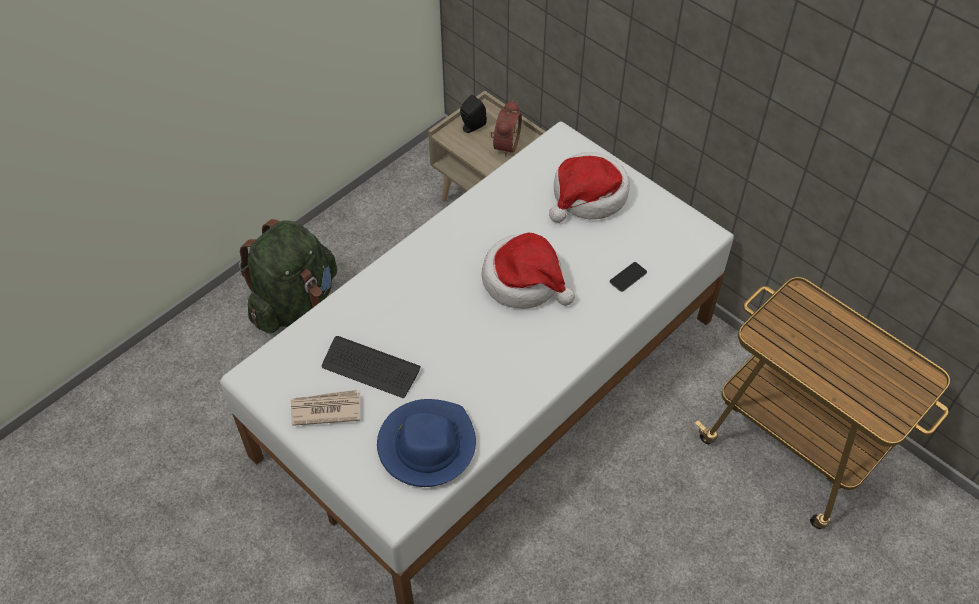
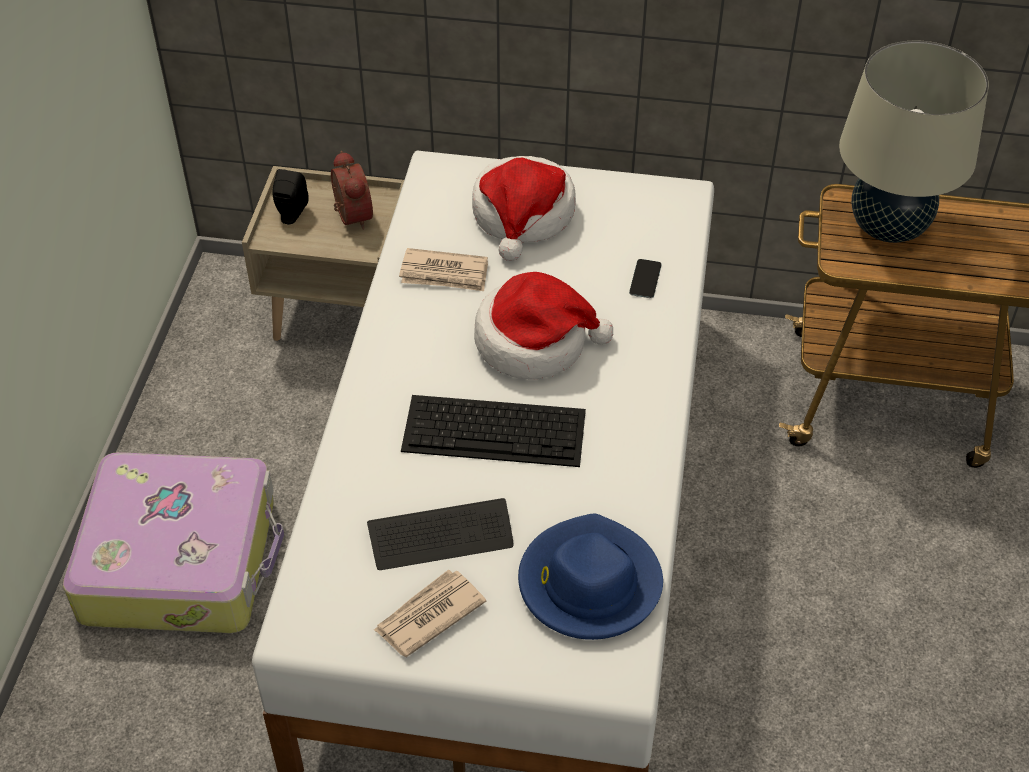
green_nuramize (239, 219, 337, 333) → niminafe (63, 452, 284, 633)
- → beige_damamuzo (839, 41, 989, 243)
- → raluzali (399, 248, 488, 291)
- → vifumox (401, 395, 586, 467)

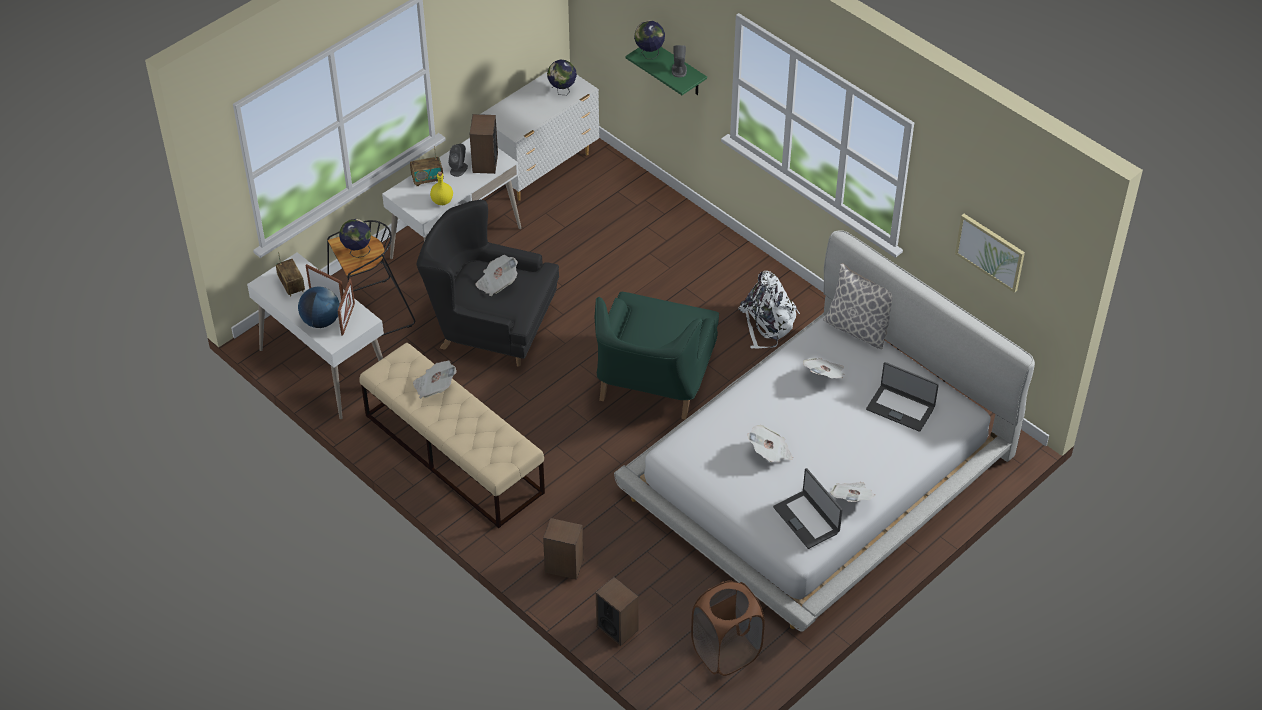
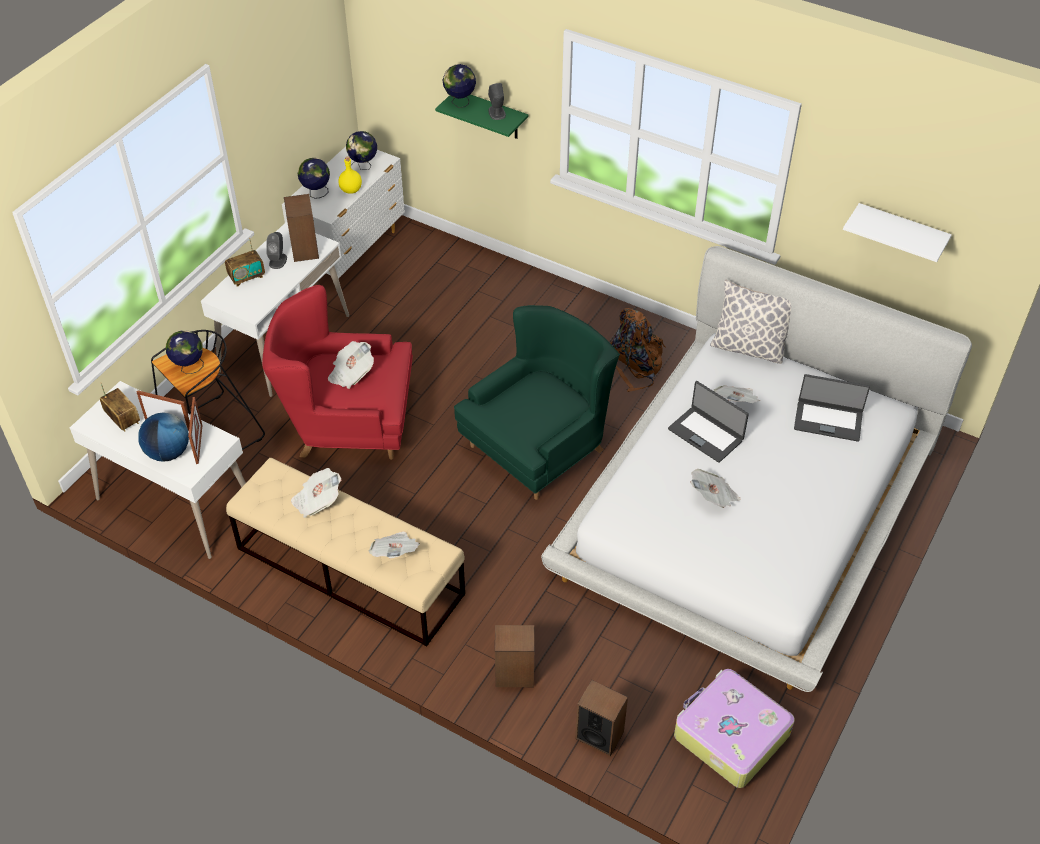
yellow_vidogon (430, 171, 453, 205) → yellow_vidogon (339, 156, 362, 194), shifted
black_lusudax (417, 200, 559, 367) → red_lusudax (262, 285, 413, 460)
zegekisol (955, 214, 1025, 293) → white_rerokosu (843, 203, 952, 262)
white_nuramize (738, 271, 800, 349) → brown_nuramize (610, 308, 666, 392)
green_lusudax (595, 292, 719, 419) → green_lusudax (454, 305, 620, 500), 135 degrees counterclockwise
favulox (773, 468, 843, 549) → favulox (668, 381, 749, 463), shifted
raluzali (831, 482, 875, 502) → raluzali (369, 531, 420, 559), shifted
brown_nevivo (691, 580, 765, 676) → niminafe (674, 669, 795, 788)
- → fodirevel (298, 158, 330, 199)

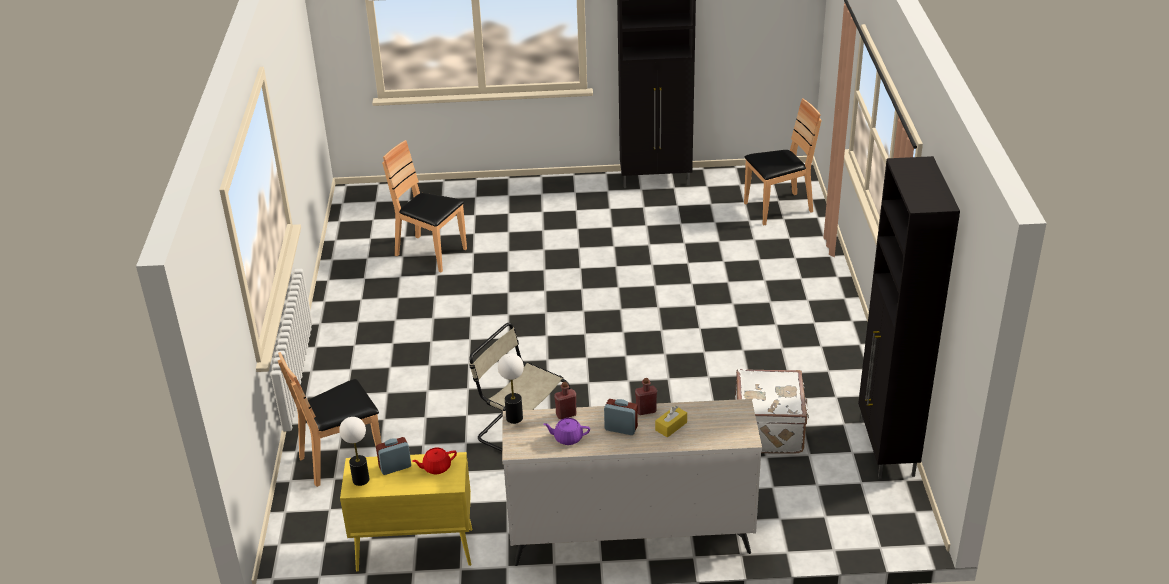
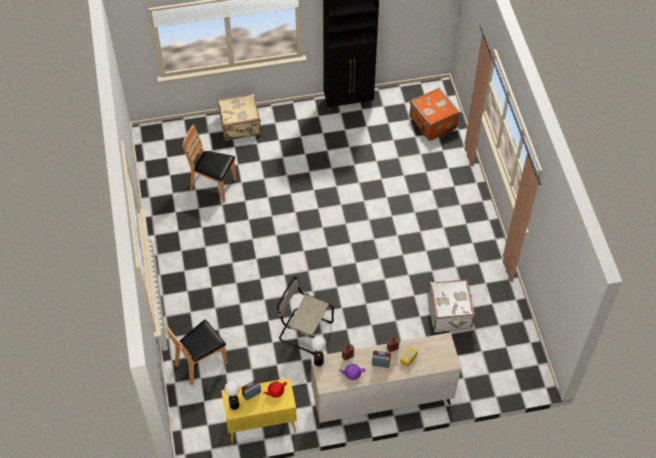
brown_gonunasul (744, 99, 822, 225) → orange_niminafe (409, 88, 460, 141)
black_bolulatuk (858, 156, 960, 479) → -
- → beige_niminafe (217, 93, 261, 141)

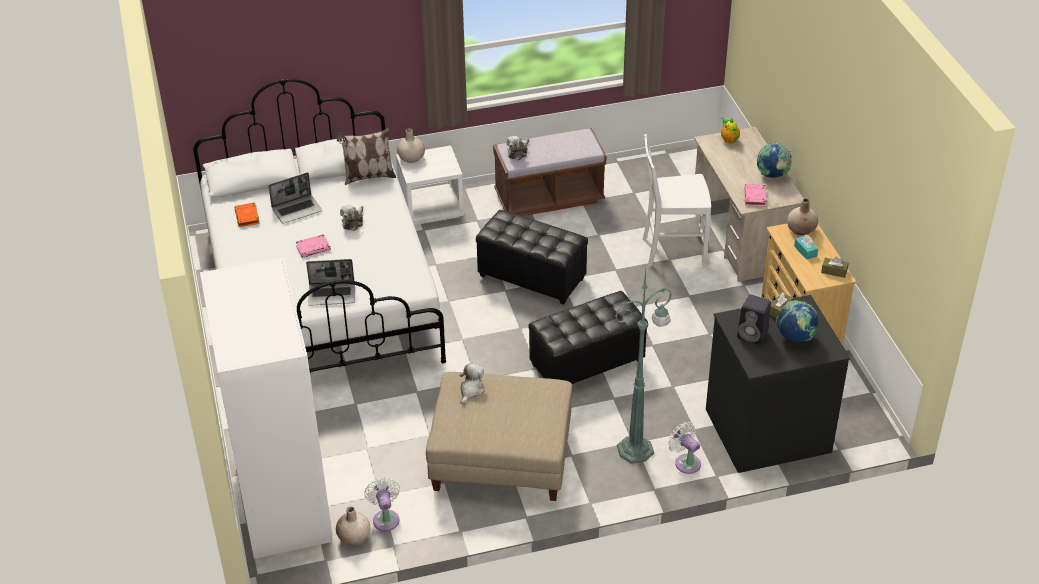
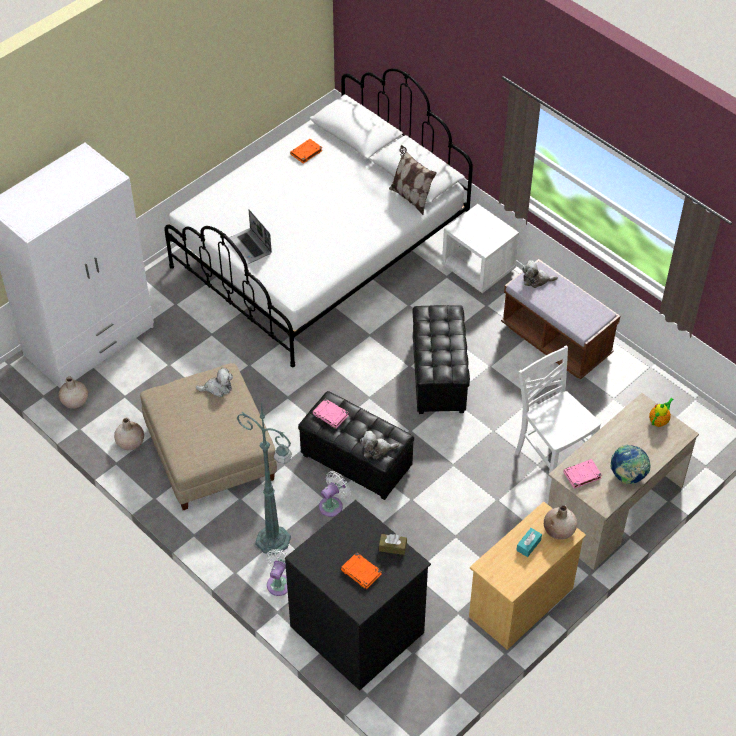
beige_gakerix (397, 128, 425, 163) → beige_gakerix (114, 418, 144, 450), shifted
favulox (268, 173, 322, 224) → -
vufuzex (340, 205, 364, 231) → vufuzex (360, 431, 399, 459), shifted
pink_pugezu (296, 234, 331, 258) → pink_pugezu (312, 398, 349, 428), shifted
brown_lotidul (821, 256, 849, 278) → -
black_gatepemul (737, 294, 771, 345) → -
fodirevel (776, 300, 818, 342) → orange_pugezu (340, 552, 382, 589)
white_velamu (364, 477, 400, 531) → white_velamu (319, 471, 351, 517), shifted

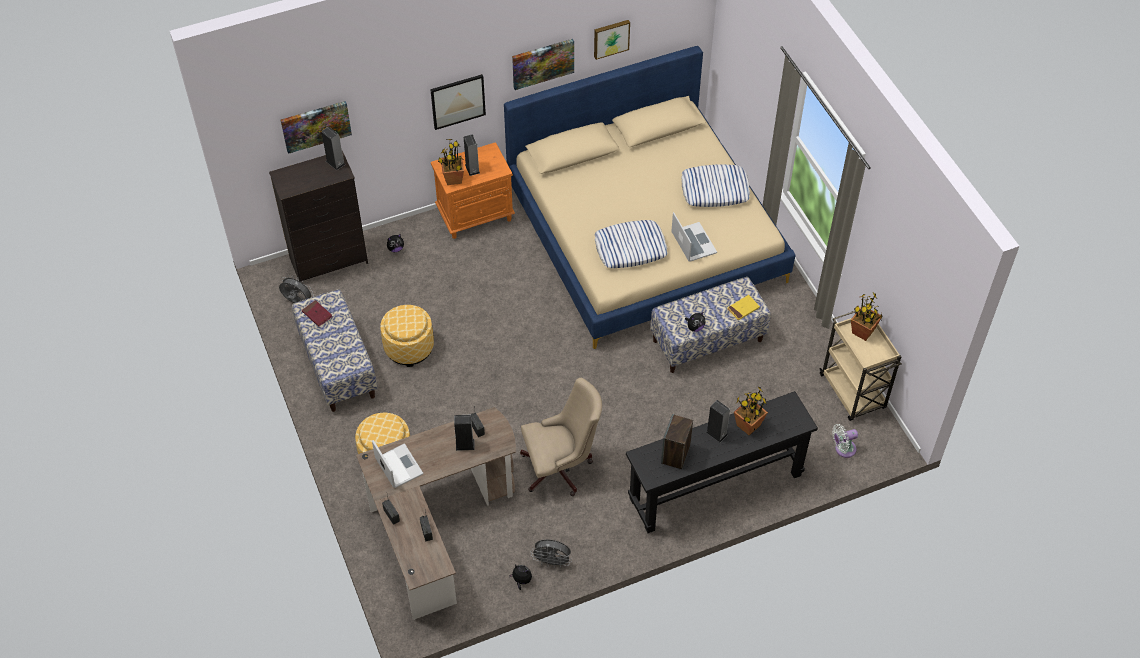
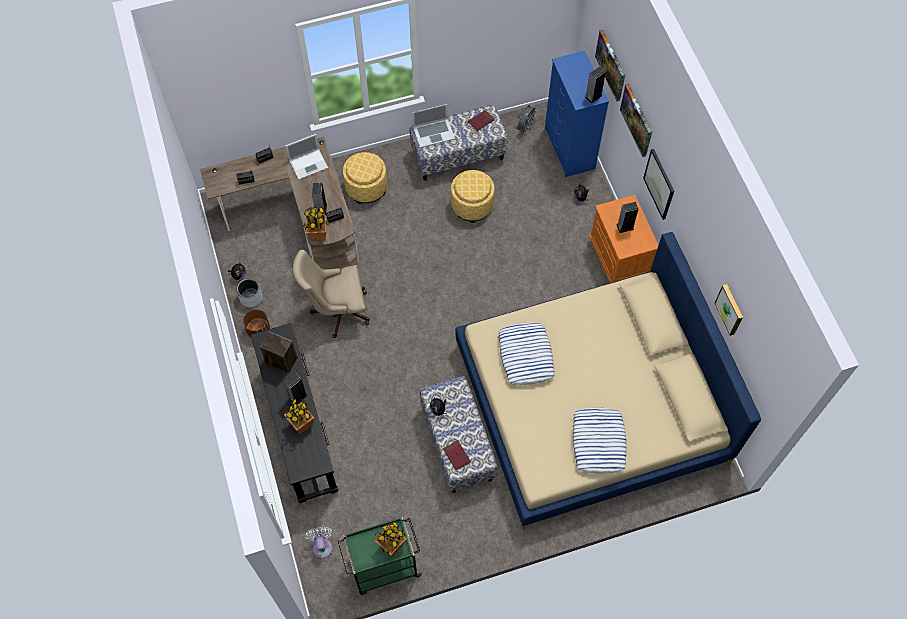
zegekisol (512, 39, 574, 90) → zegekisol (620, 84, 652, 157), shifted
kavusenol (438, 139, 464, 185) → kavusenol (303, 207, 327, 241), shifted
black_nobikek (269, 151, 368, 283) → blue_nobikek (545, 51, 609, 177)
favulox (671, 212, 717, 262) → favulox (412, 104, 455, 148), shifted
yellow_pugezu (727, 295, 760, 321) → red_pugezu (443, 440, 471, 470)
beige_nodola (819, 311, 902, 421) → green_nodola (338, 517, 423, 595)
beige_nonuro (520, 378, 602, 496) → beige_nonuro (293, 250, 370, 338), 90 degrees clockwise
grey_velamu (532, 539, 572, 568) → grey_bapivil (236, 278, 263, 307)
- → brown_bapivil (243, 309, 270, 337)

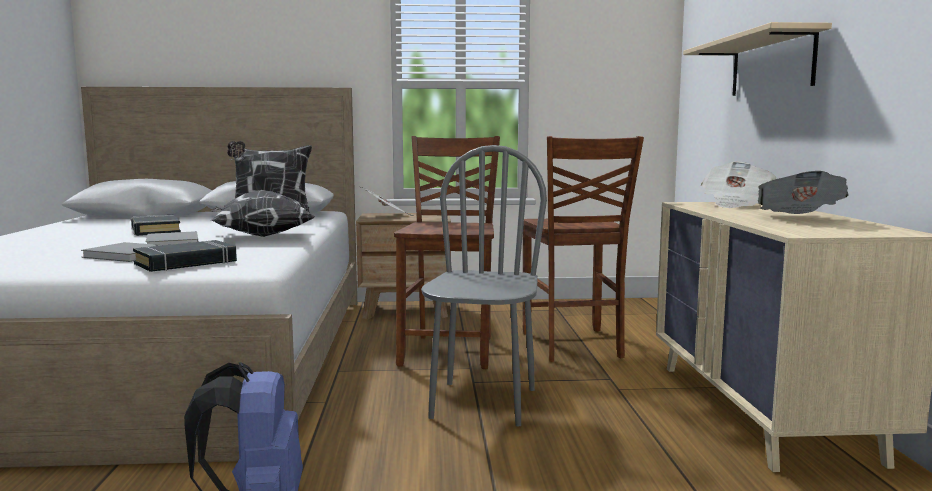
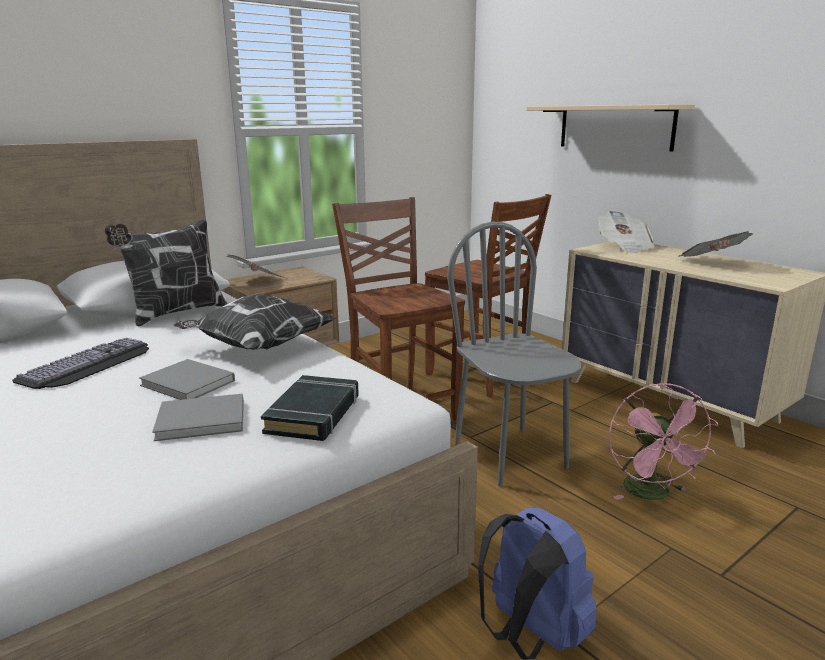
black_pugezu (131, 215, 181, 236) → vifumox (12, 338, 149, 389)
- → pink_velamu (609, 383, 718, 500)

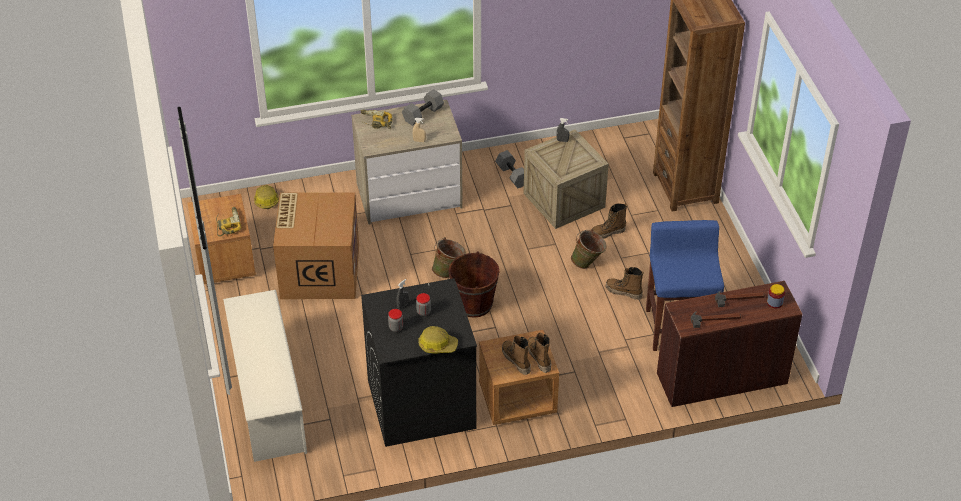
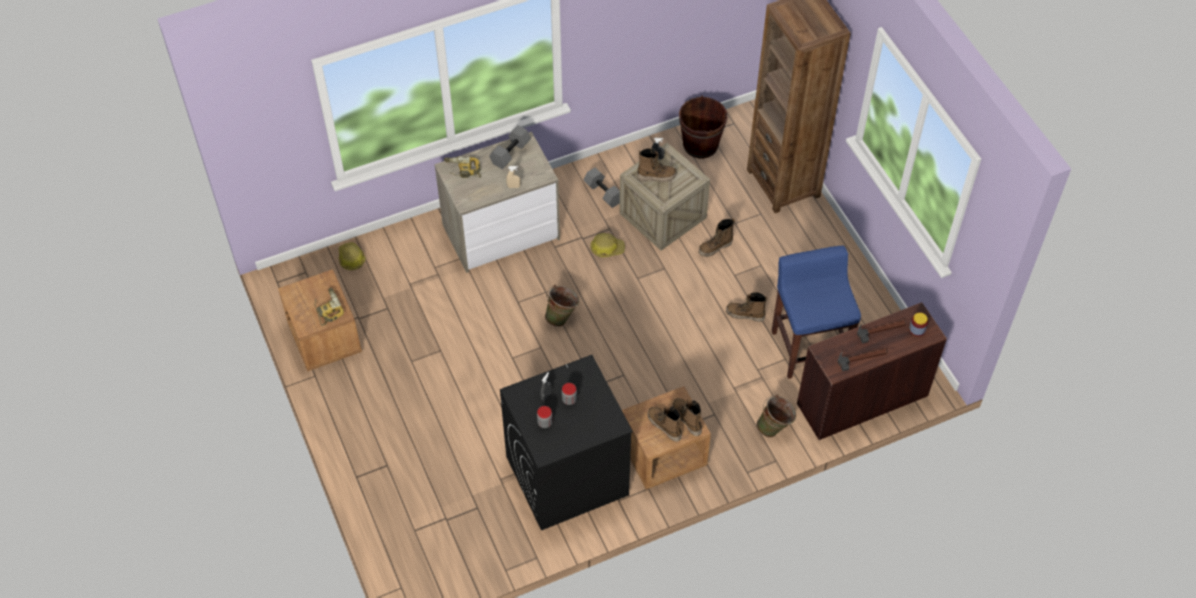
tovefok (273, 193, 359, 299) → -
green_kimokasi (571, 229, 606, 269) → green_kimokasi (756, 394, 796, 437), shifted
brown_kimokasi (448, 251, 500, 318) → brown_kimokasi (679, 96, 727, 158), shifted
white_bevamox (223, 290, 307, 462) → -
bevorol (418, 326, 458, 354) → bevorol (590, 233, 625, 257), shifted
- → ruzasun (637, 148, 677, 182)

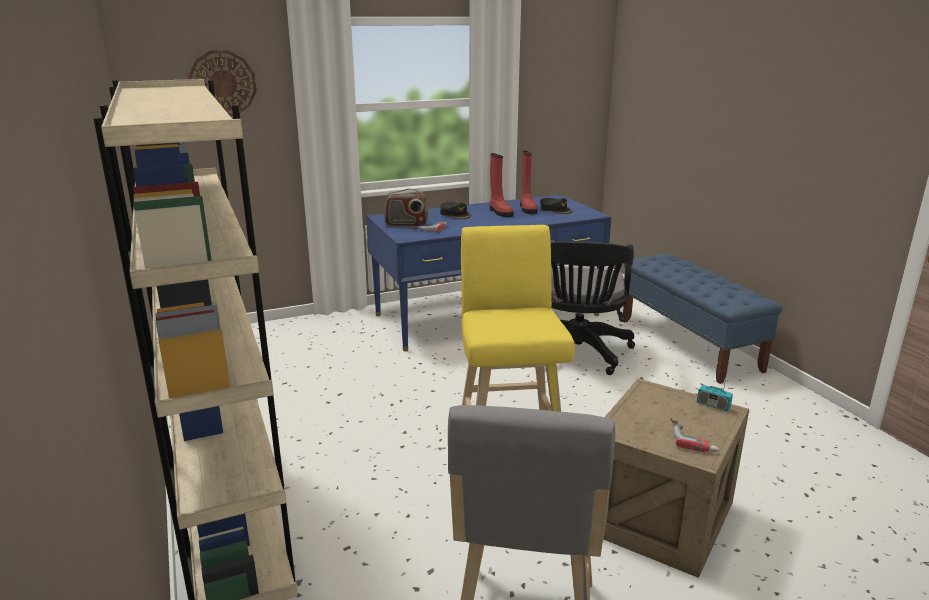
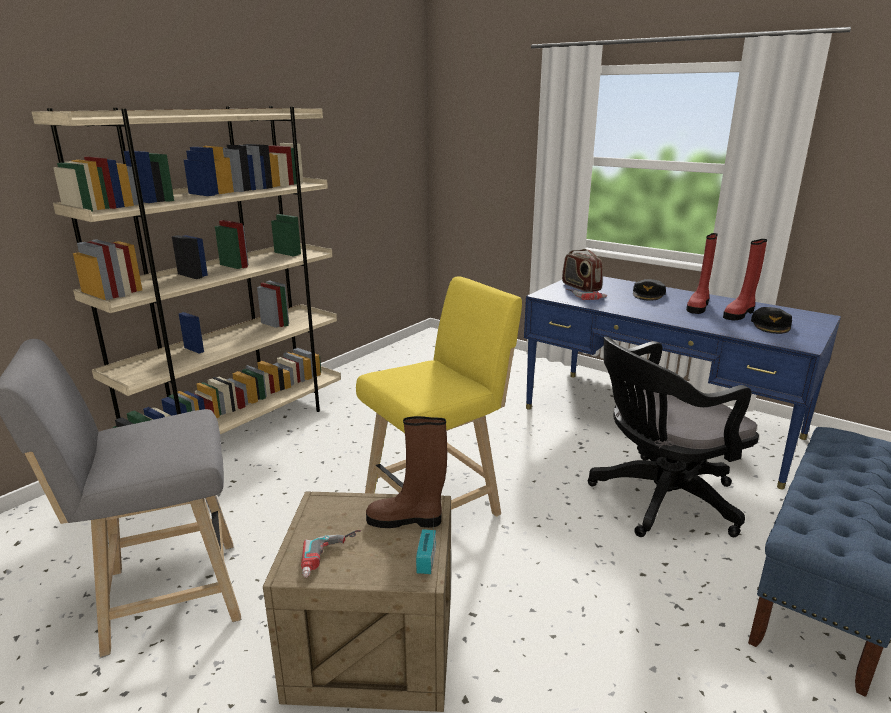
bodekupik (188, 50, 257, 116) → -
- → brown_ruzasun (366, 416, 447, 528)

